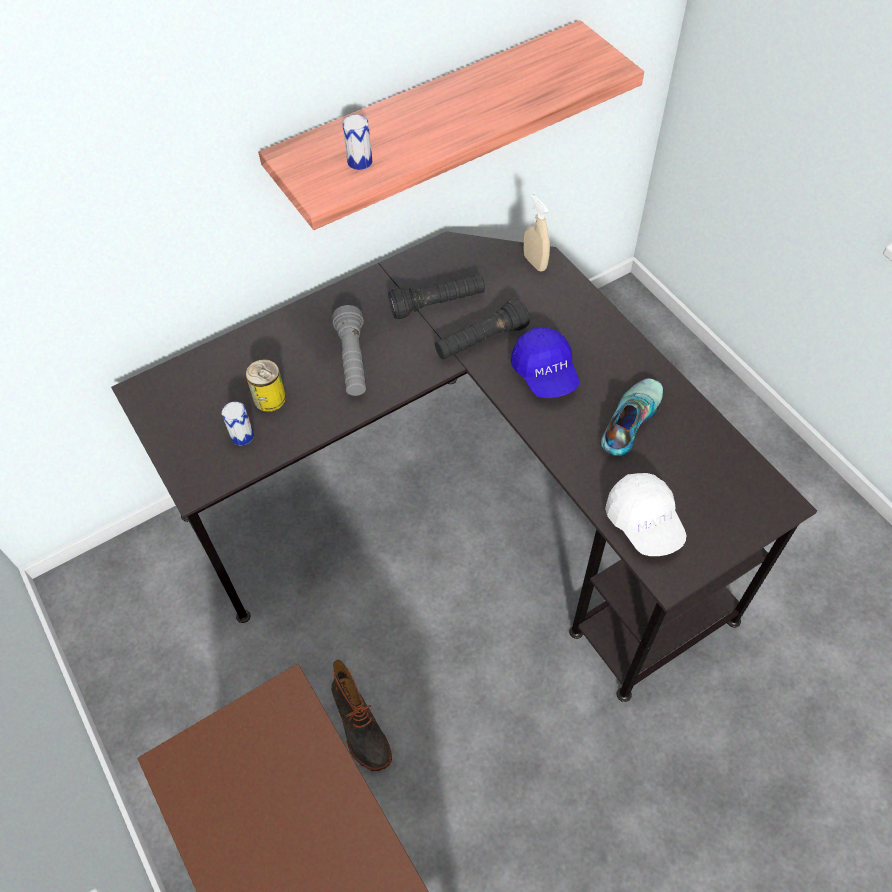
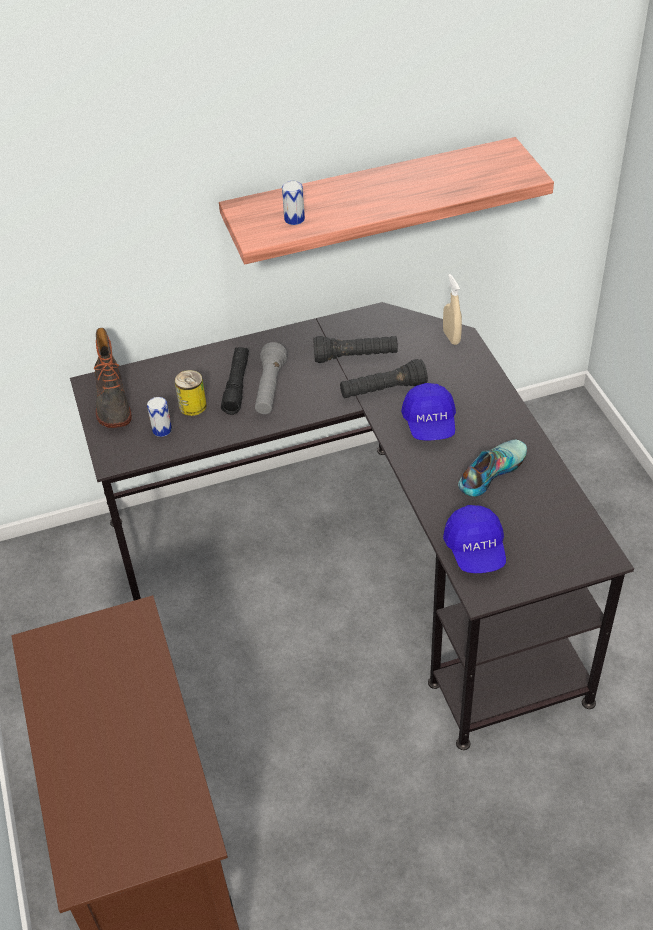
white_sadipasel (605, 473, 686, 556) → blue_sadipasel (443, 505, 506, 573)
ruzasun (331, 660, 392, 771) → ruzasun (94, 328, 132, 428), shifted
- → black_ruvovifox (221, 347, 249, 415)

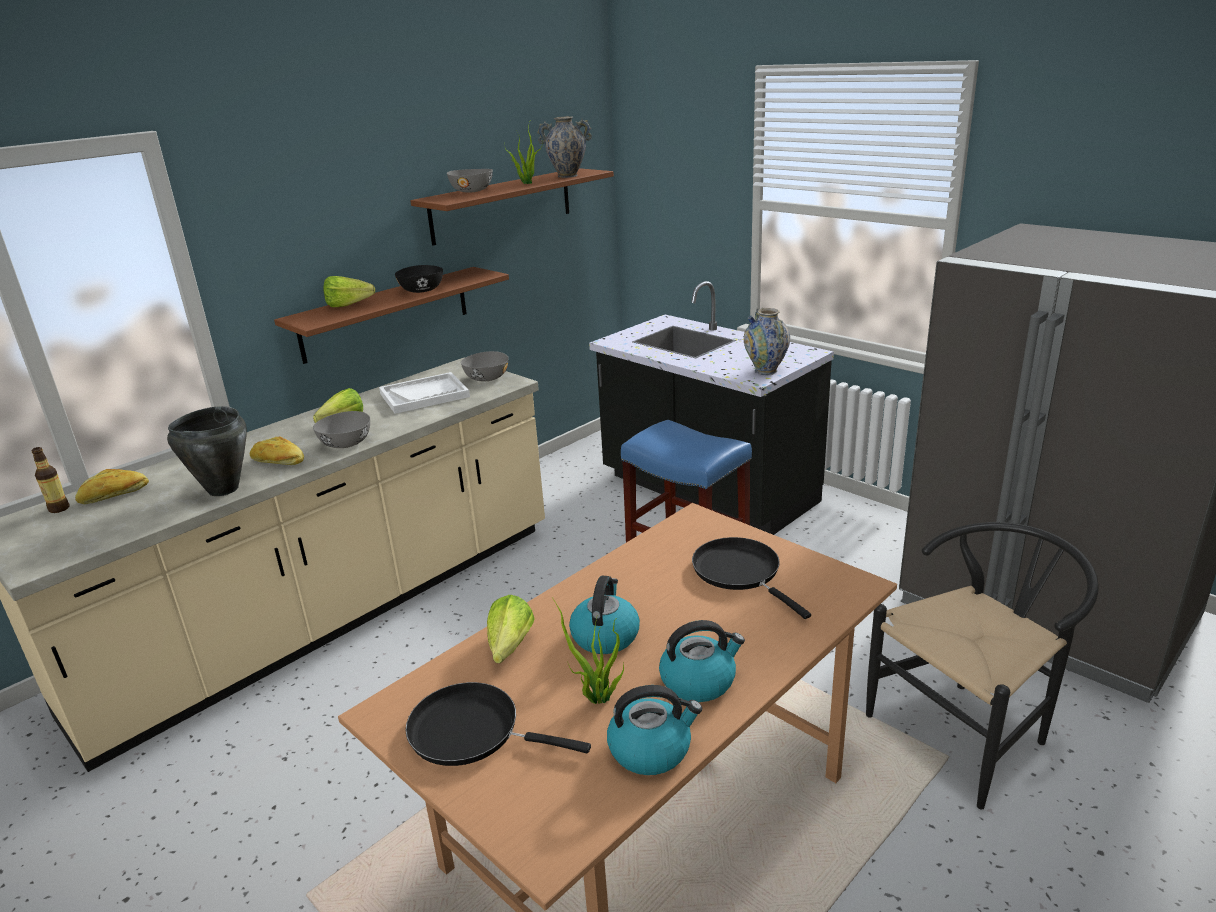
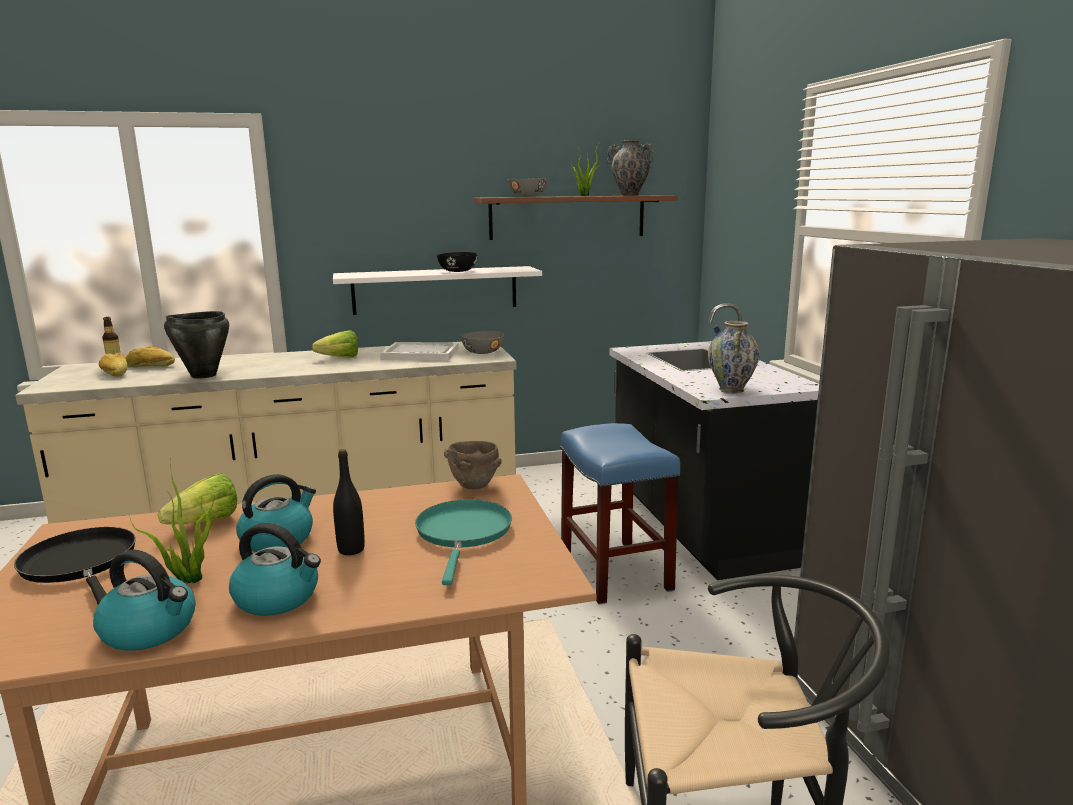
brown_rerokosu (274, 267, 509, 364) → white_rerokosu (333, 266, 542, 315)
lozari (324, 276, 375, 307) → -
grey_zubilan (313, 411, 370, 448) → -
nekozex (250, 436, 304, 465) → nekozex (99, 353, 127, 377), shifted
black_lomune (692, 537, 811, 619) → turquoise_lomune (415, 499, 512, 585)
- → brown_zubilan (444, 441, 502, 489)
- → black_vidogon (333, 449, 365, 555)

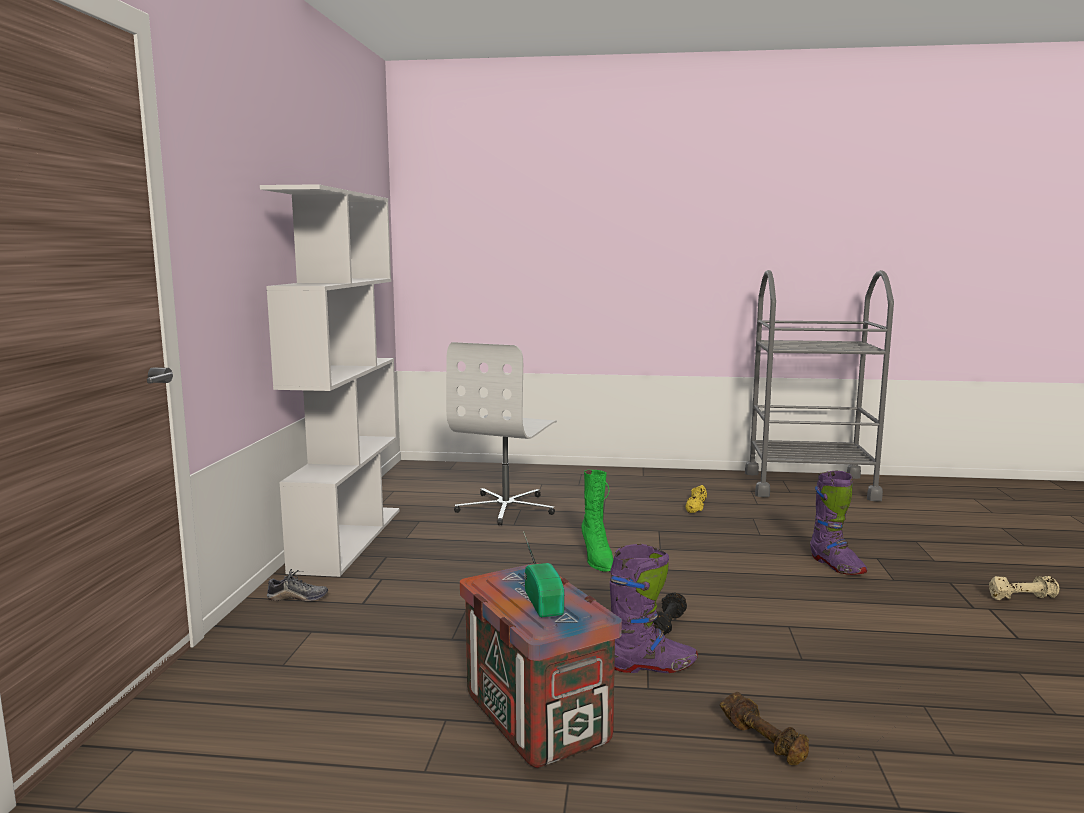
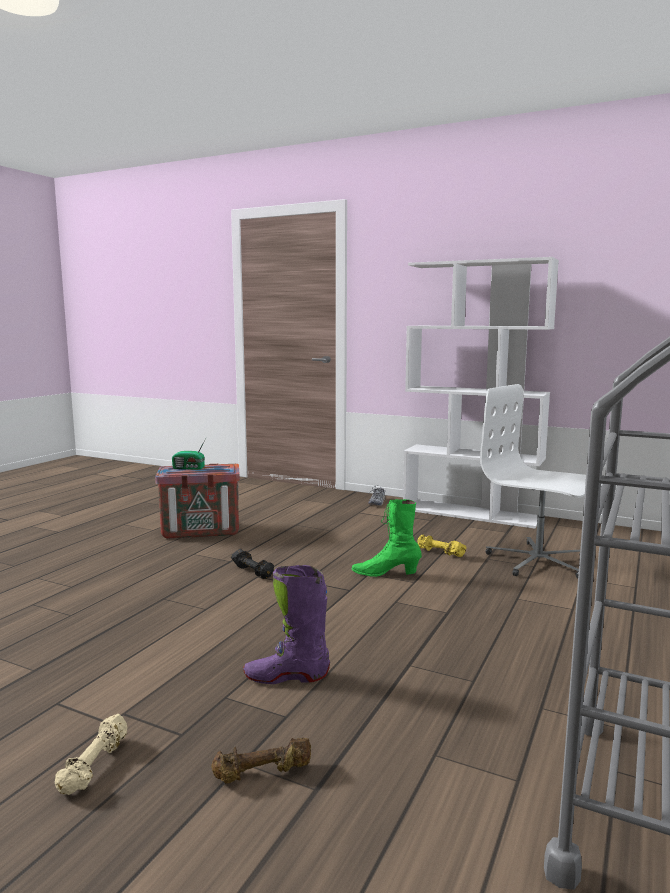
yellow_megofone (685, 485, 707, 513) → yellow_megofone (418, 534, 466, 557), shifted
purple_ruzasun (610, 544, 698, 673) → -
brown_megofone (720, 692, 809, 765) → brown_megofone (211, 738, 311, 784), shifted

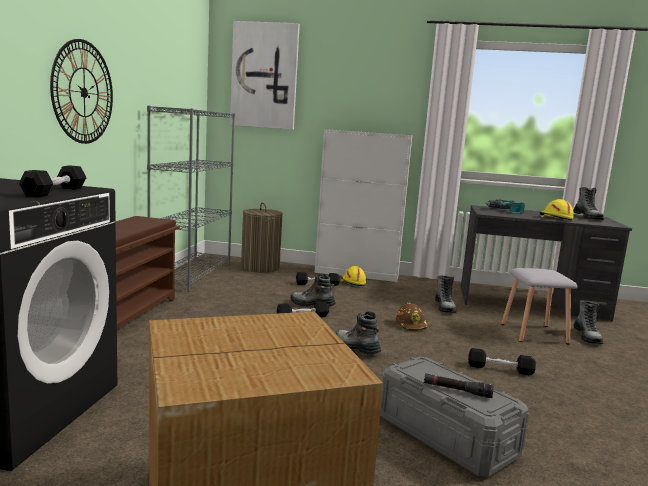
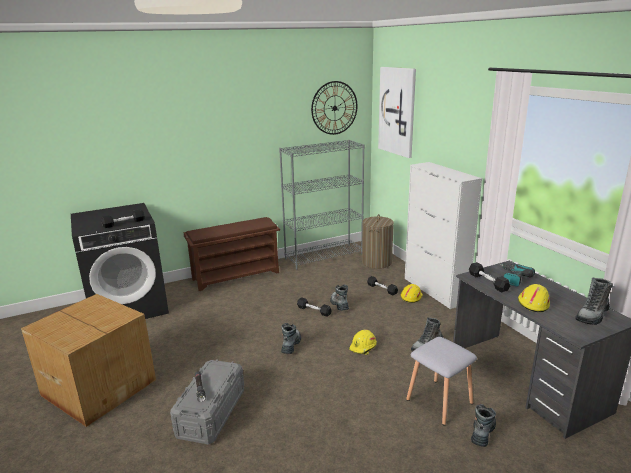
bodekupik (50, 39, 113, 144) → bodekupik (311, 81, 358, 135), shifted
ruzasun (573, 301, 603, 344) → ruzasun (471, 404, 496, 447), 150 degrees clockwise
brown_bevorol (396, 303, 428, 331) → yellow_bevorol (349, 329, 377, 355)
black_megofone (468, 348, 536, 375) → black_megofone (469, 262, 510, 292), shifted

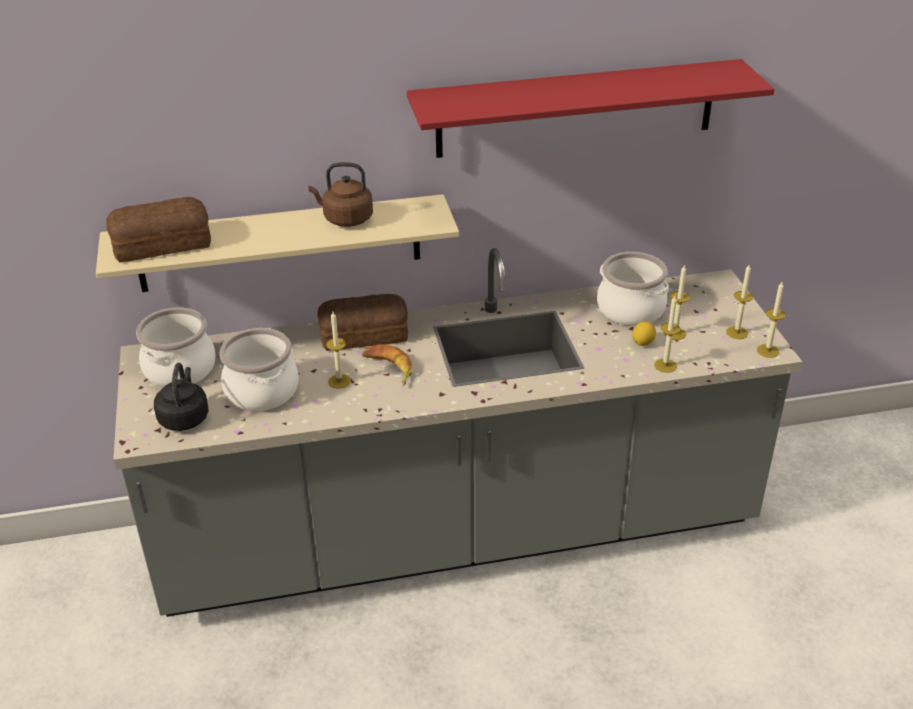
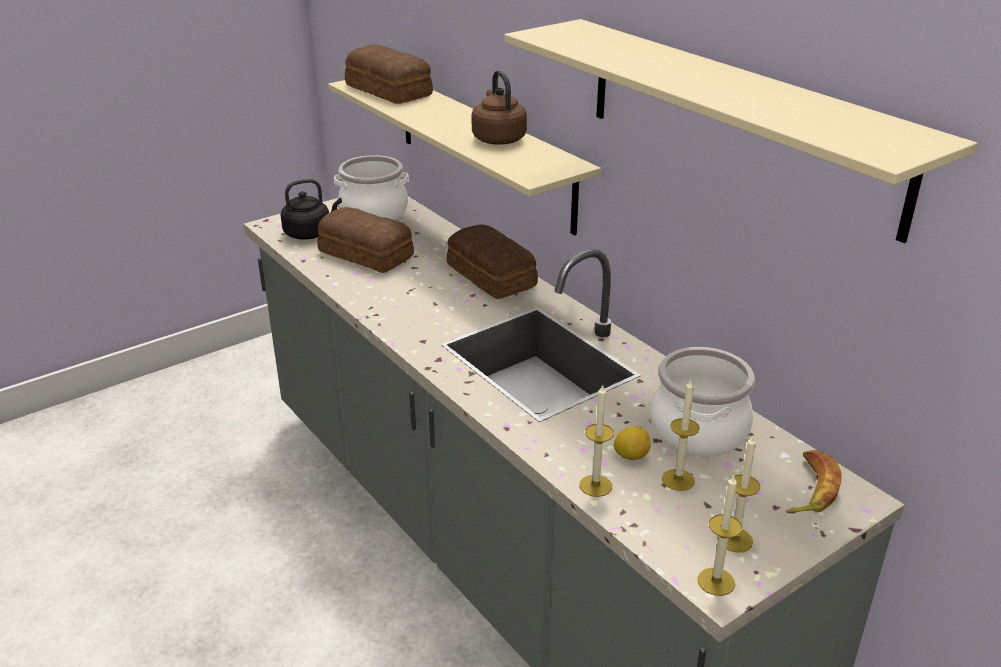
red_rerokosu (407, 59, 775, 158) → beige_rerokosu (504, 19, 978, 243)
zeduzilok (326, 312, 351, 389) → -
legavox (220, 328, 299, 411) → nekozex (317, 207, 414, 273)
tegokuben (362, 344, 413, 386) → tegokuben (786, 450, 842, 514), shifted

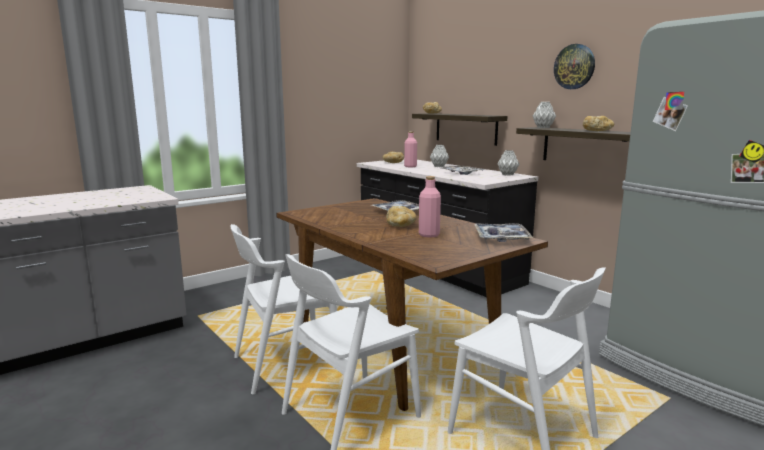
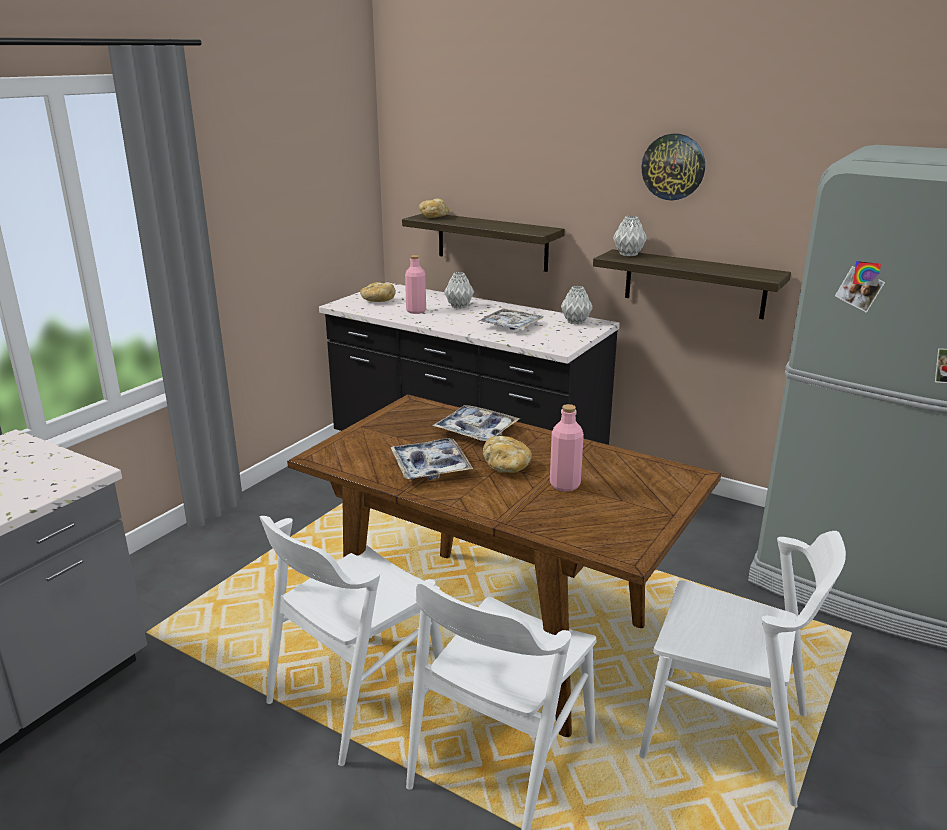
nekozex (583, 116, 614, 131) → -
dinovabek (474, 223, 533, 242) → dinovabek (390, 438, 473, 480), shifted

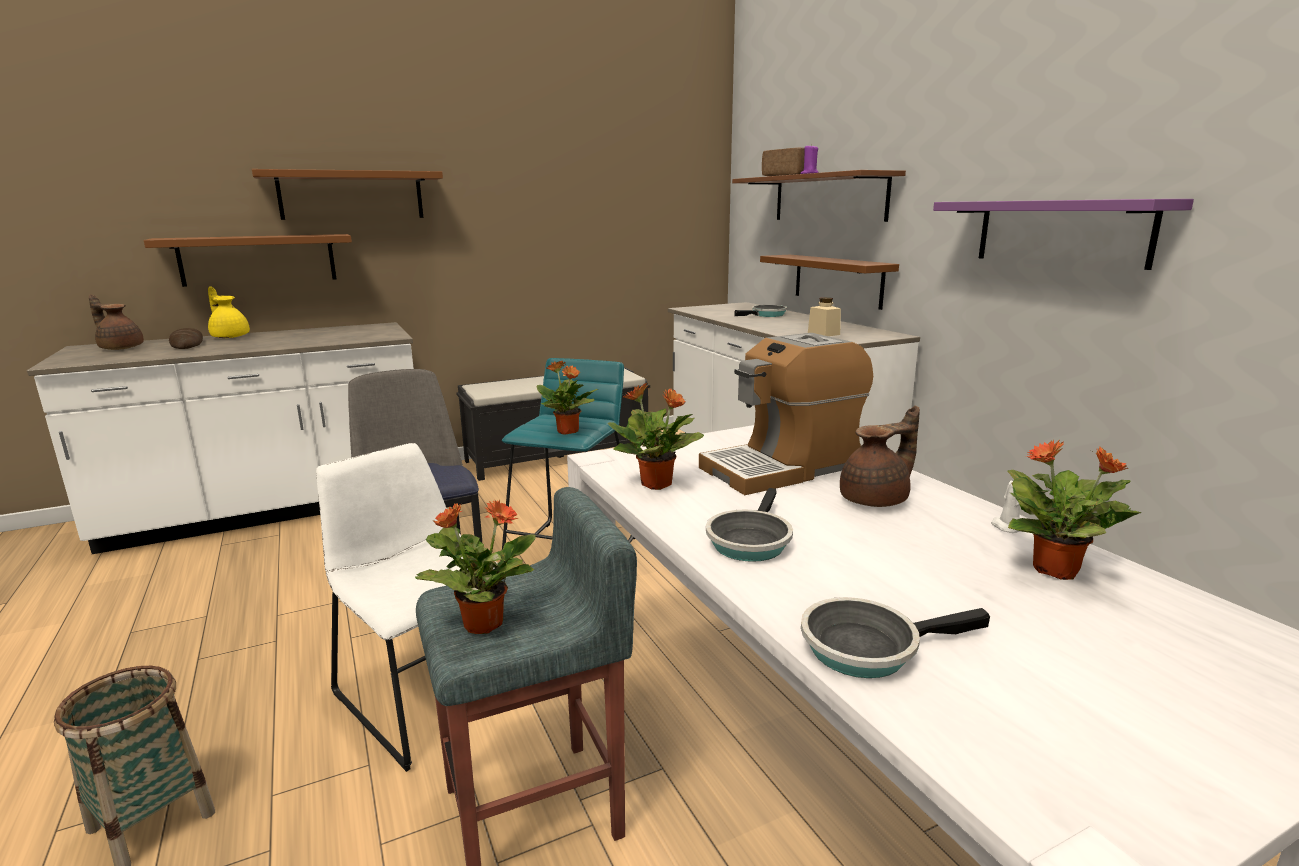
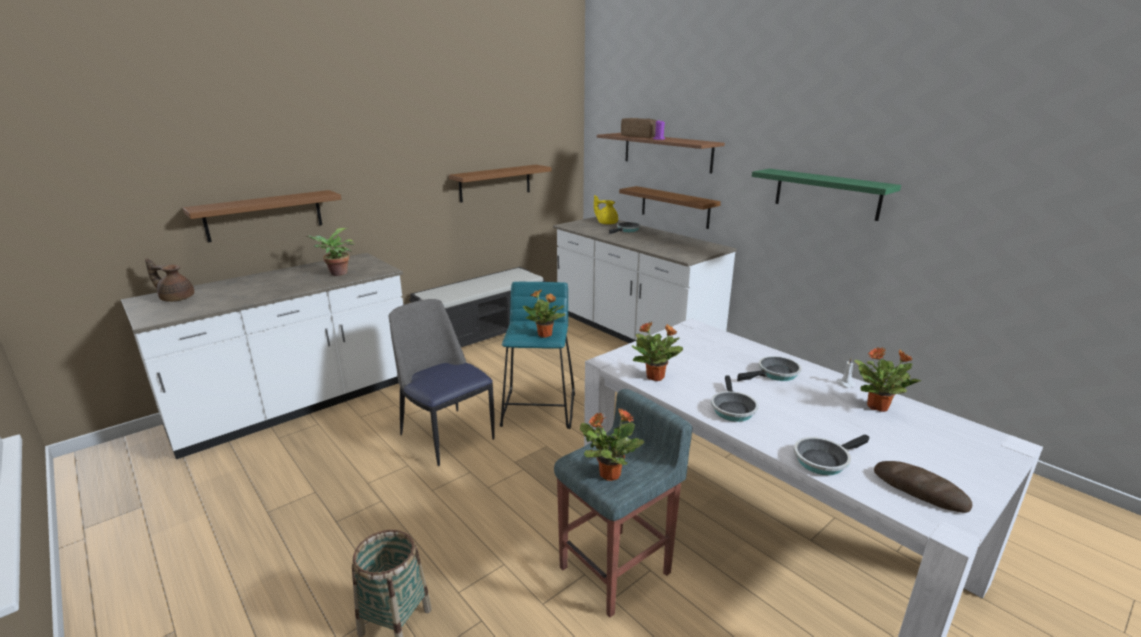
brown_rerokosu (252, 169, 443, 220) → brown_rerokosu (449, 165, 551, 203), shifted
purple_rerokosu (933, 199, 1194, 270) → green_rerokosu (752, 169, 901, 221)
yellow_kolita (208, 286, 250, 338) → yellow_kolita (594, 195, 618, 225), shifted
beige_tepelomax (808, 297, 841, 336) → -
nekozex (169, 328, 203, 349) → nekozex (874, 461, 972, 513), shifted
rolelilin (699, 333, 873, 495) → -
brown_kolita (840, 406, 920, 507) → lomune (737, 356, 801, 381)
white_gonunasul (316, 443, 498, 772) → -
- → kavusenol (306, 228, 355, 276)

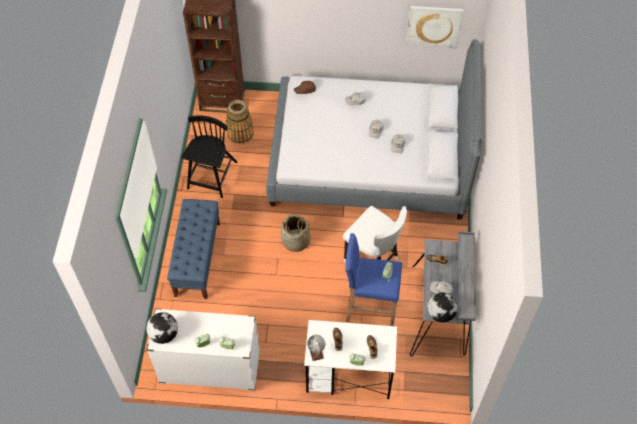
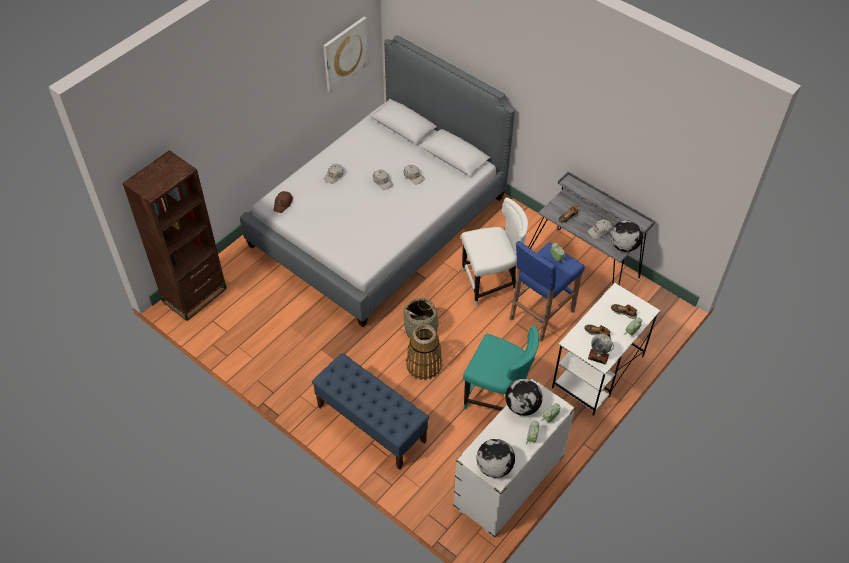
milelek (226, 100, 254, 144) → milelek (406, 324, 442, 380), shifted
black_gonunasul (181, 116, 237, 198) → -
- → turquoise_gonunasul (463, 325, 539, 411)
- → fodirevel (505, 379, 543, 416)

